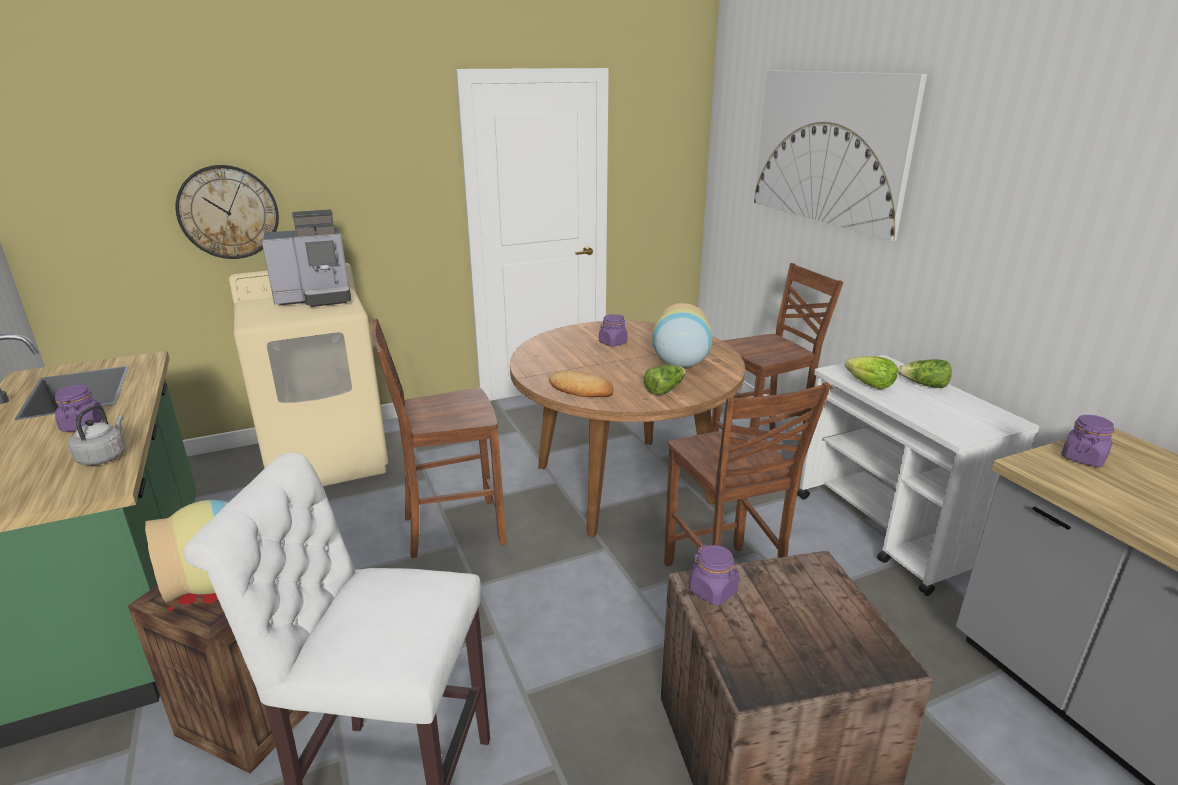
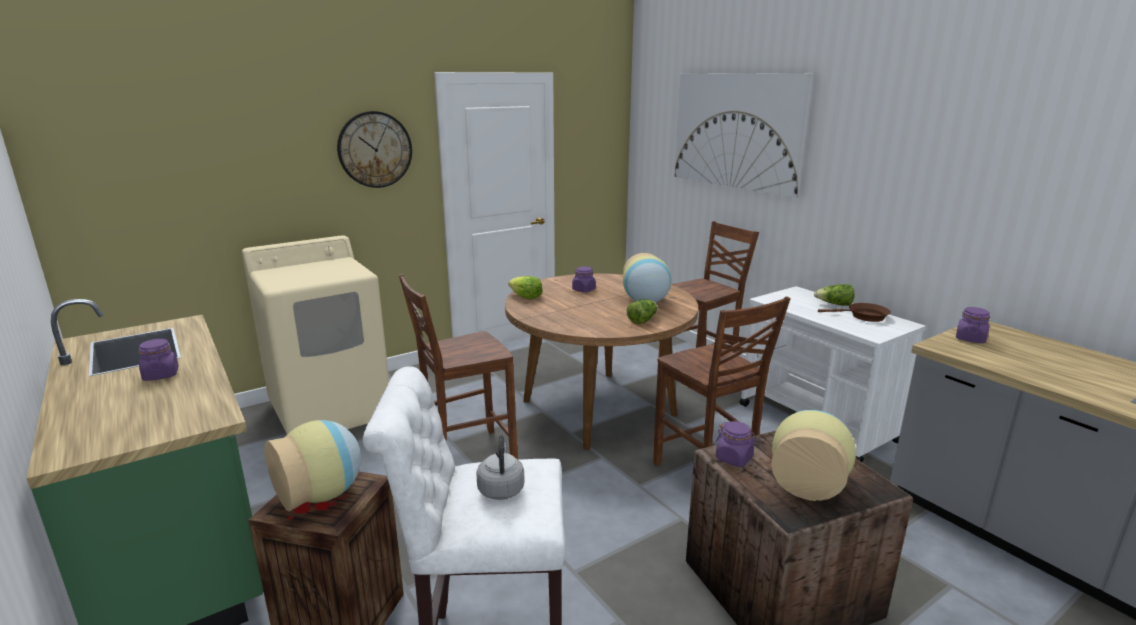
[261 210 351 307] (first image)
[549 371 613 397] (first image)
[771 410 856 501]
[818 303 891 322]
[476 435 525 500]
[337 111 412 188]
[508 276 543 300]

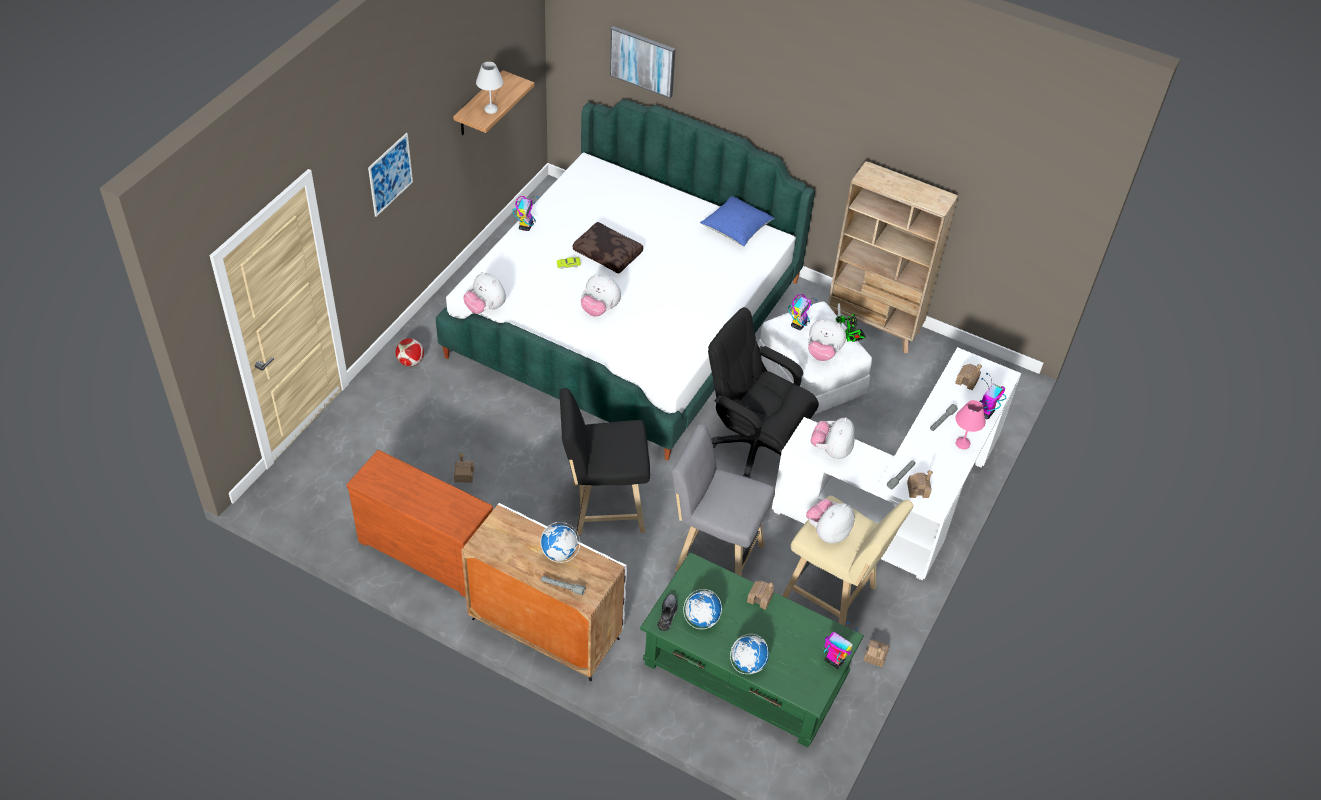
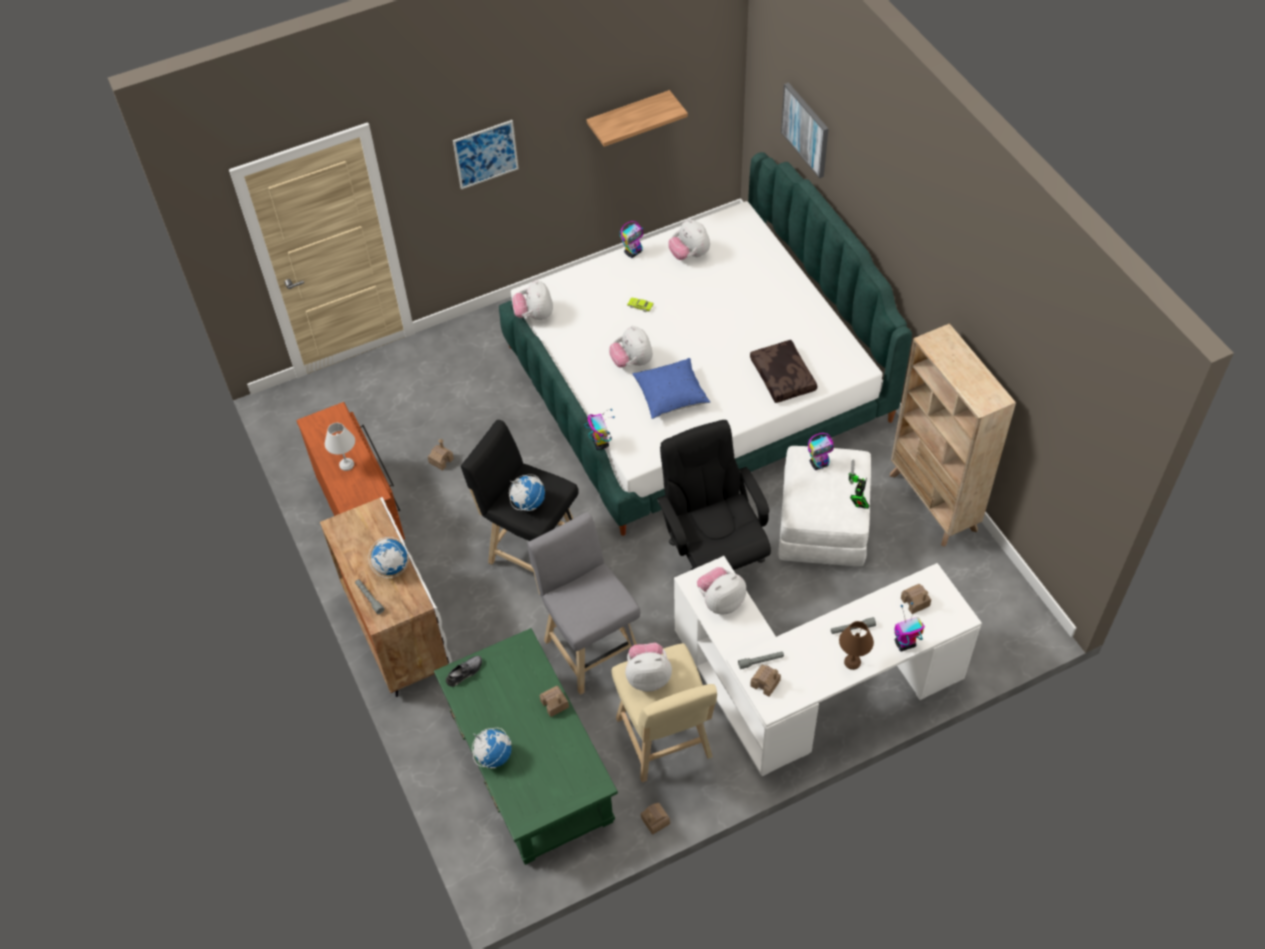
[396 338 424 367] (first image)
[325 423 355 471]
[750 340 817 403]
[509 474 545 511]
[632 358 710 419]
[669 219 710 260]
[584 409 615 450]
[839 621 874 670]

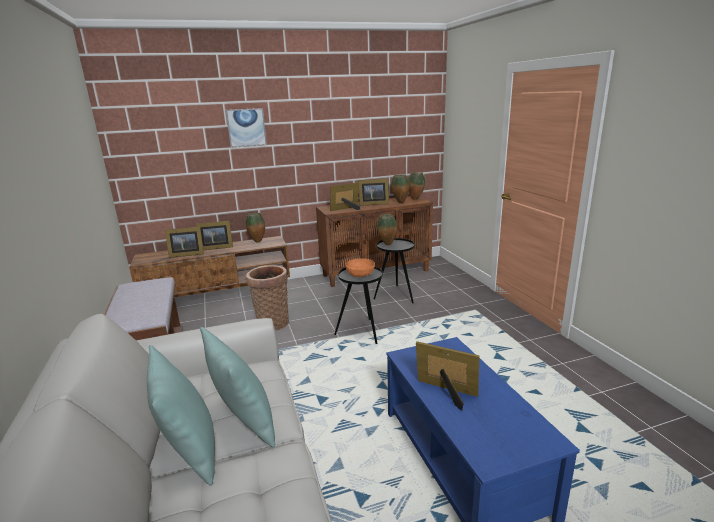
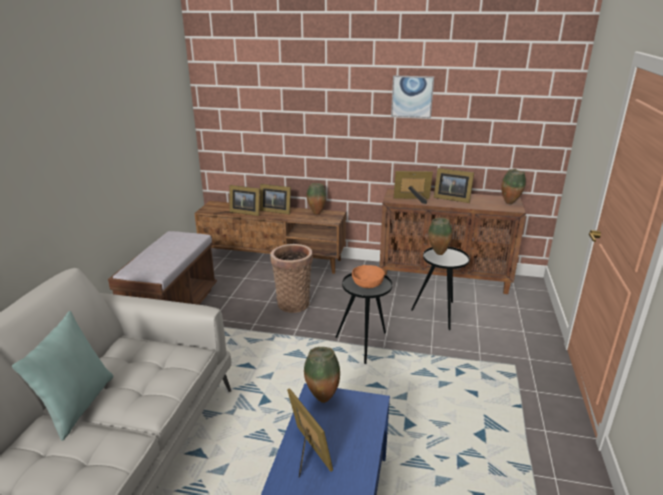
[200 327 275 448] (first image)
[391 75 434 119]
[304 347 340 403]

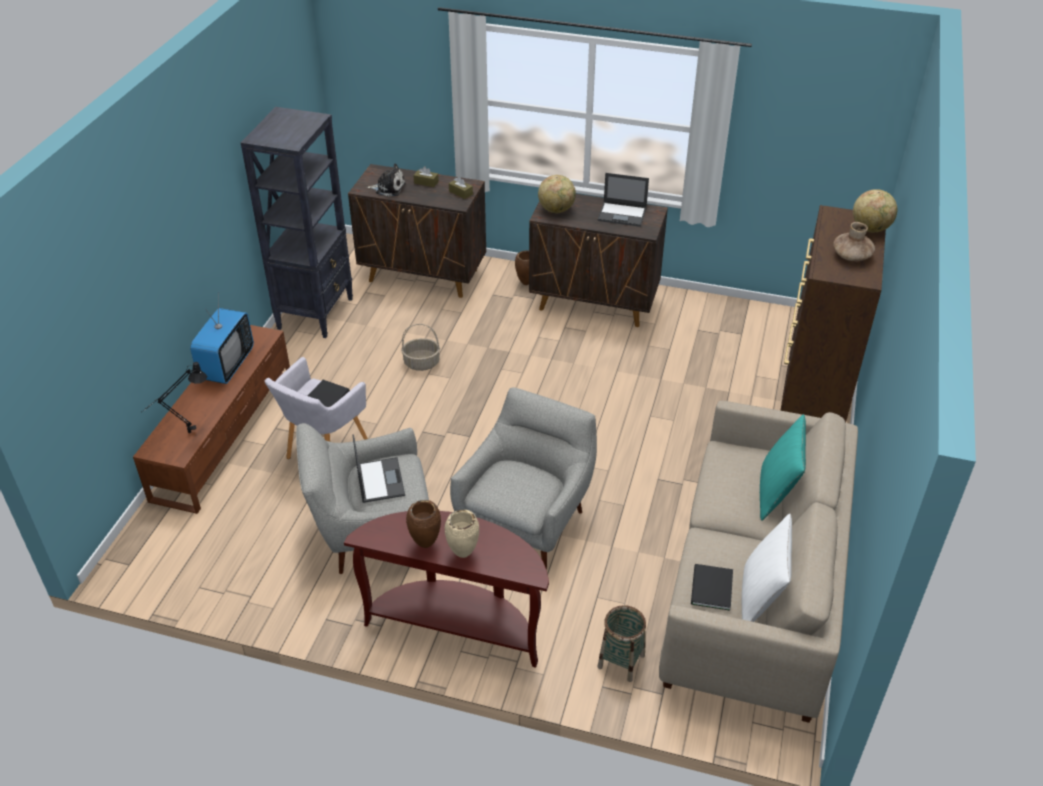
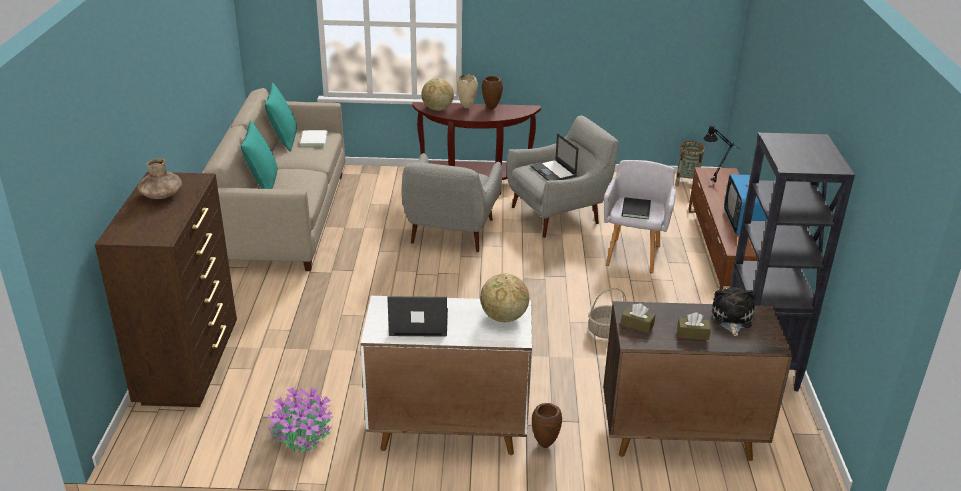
[267 387 334 453]
[675 141 705 186]
[421 78 454 111]
[361 296 532 455]
[300 130 328 146]
[264 82 297 152]
[712 287 755 336]

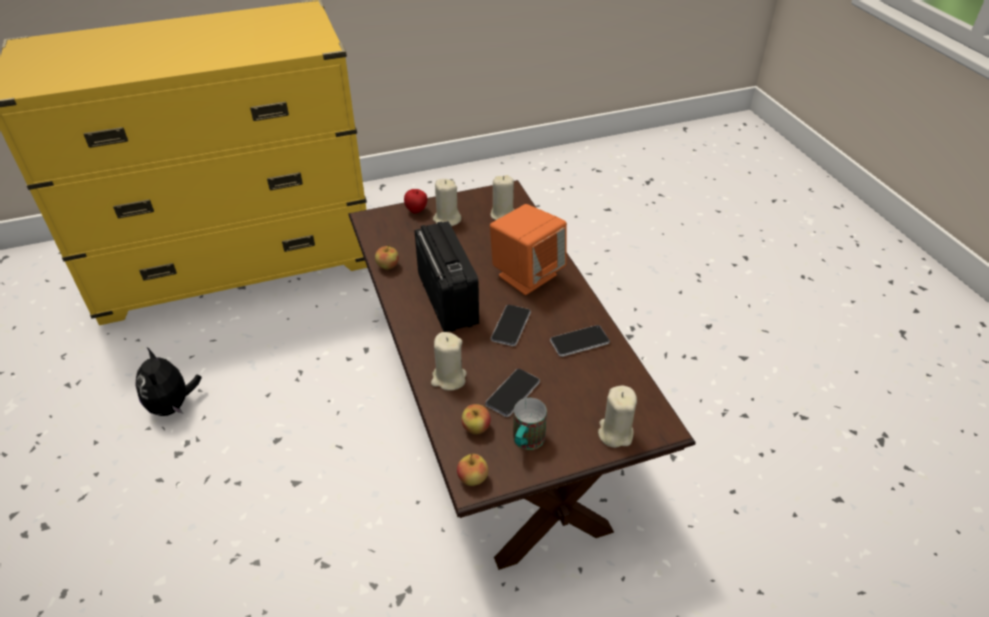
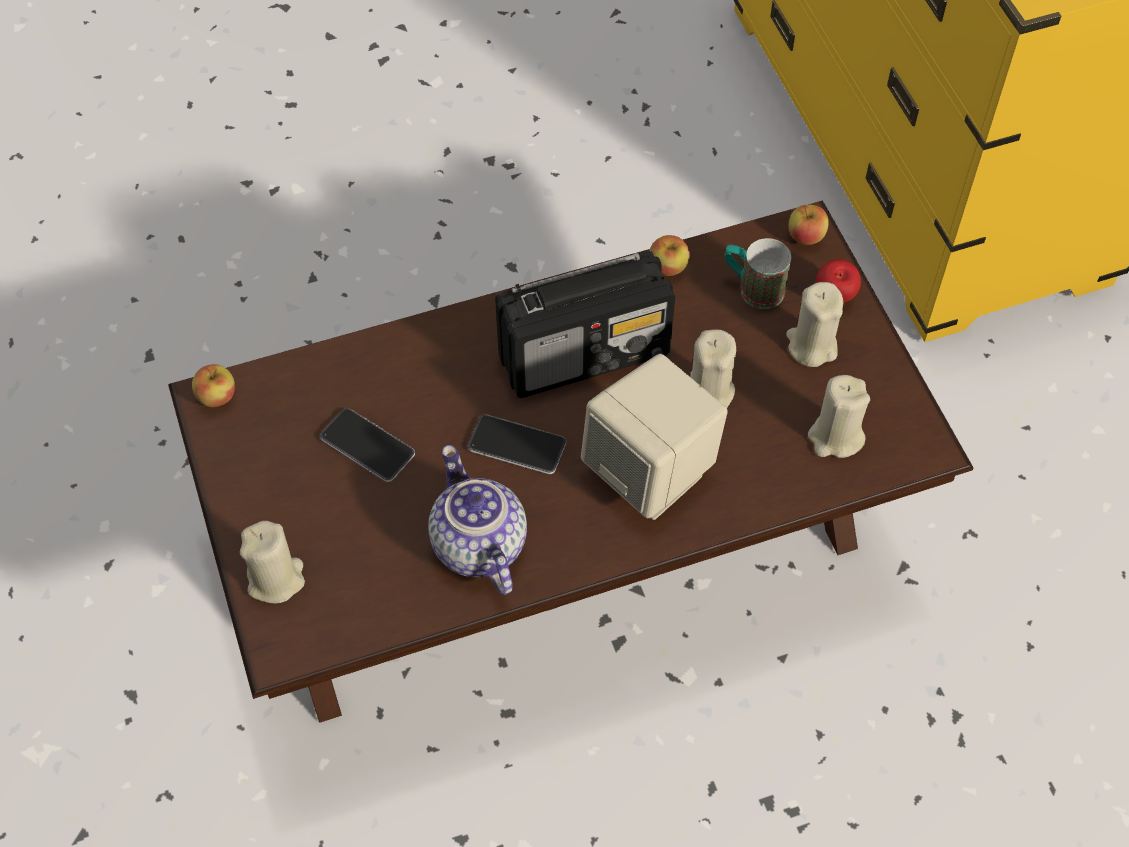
[135 347 202 416] (first image)
[690 329 736 408]
[789 205 829 245]
[725 238 791 309]
[428 445 527 595]
[581 354 728 520]

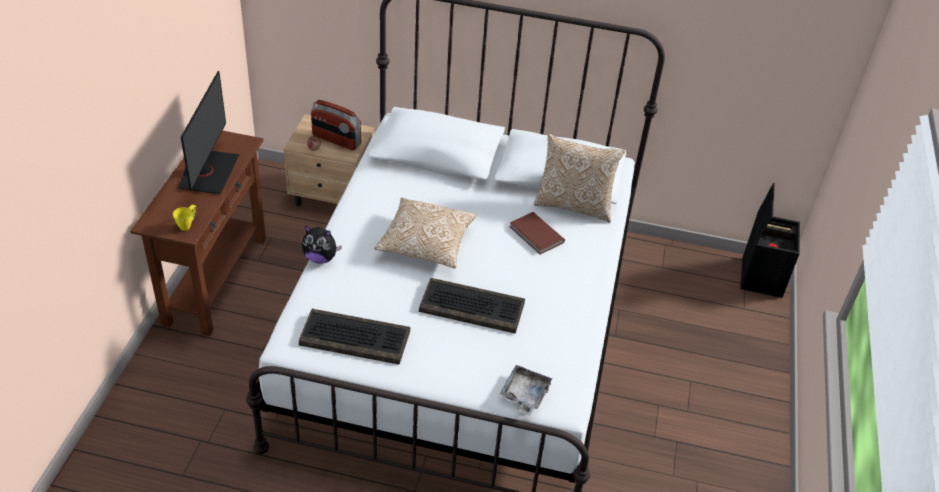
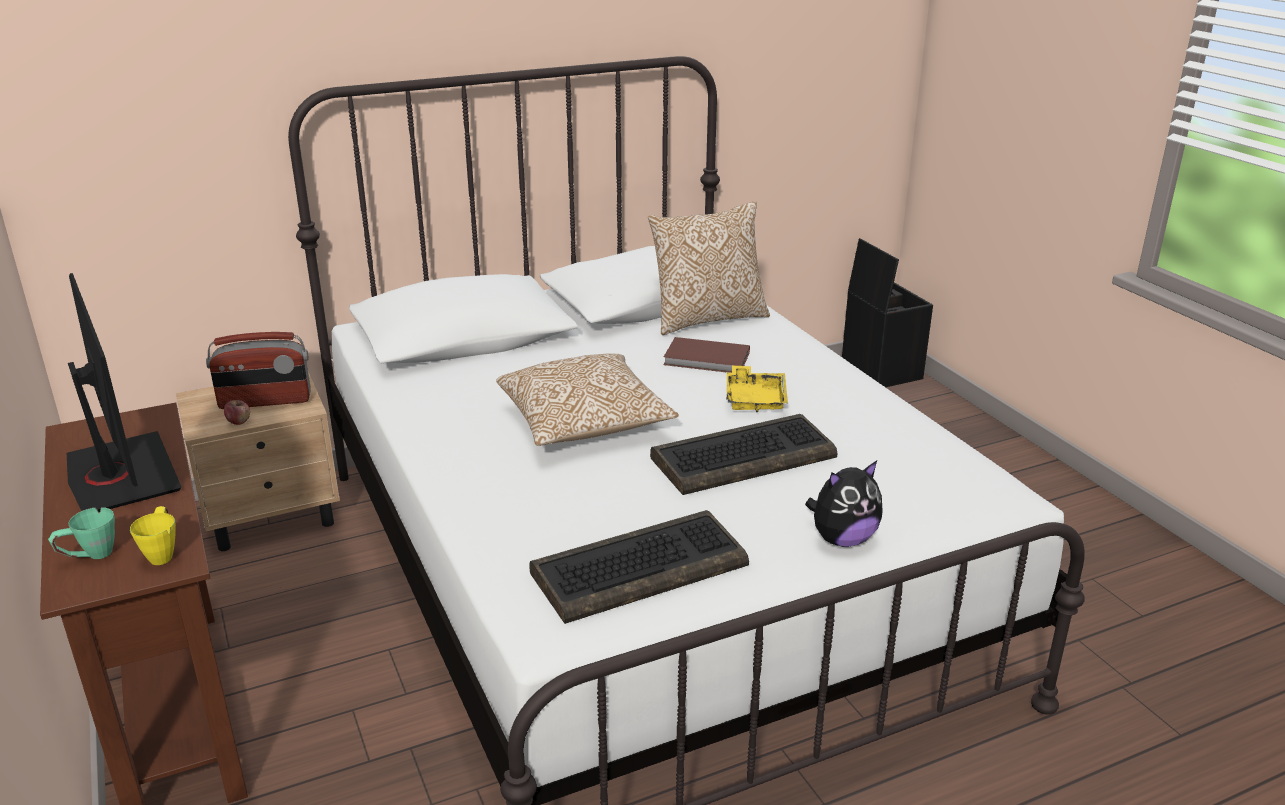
[500 365 552 416] (first image)
[48 507 115 559]
[726 365 788 412]
[805 461 883 547]

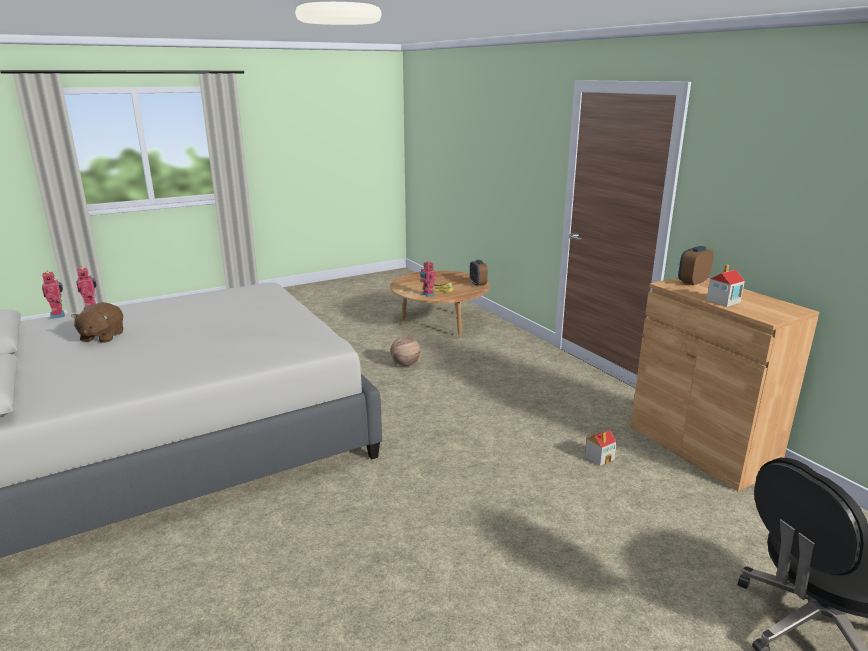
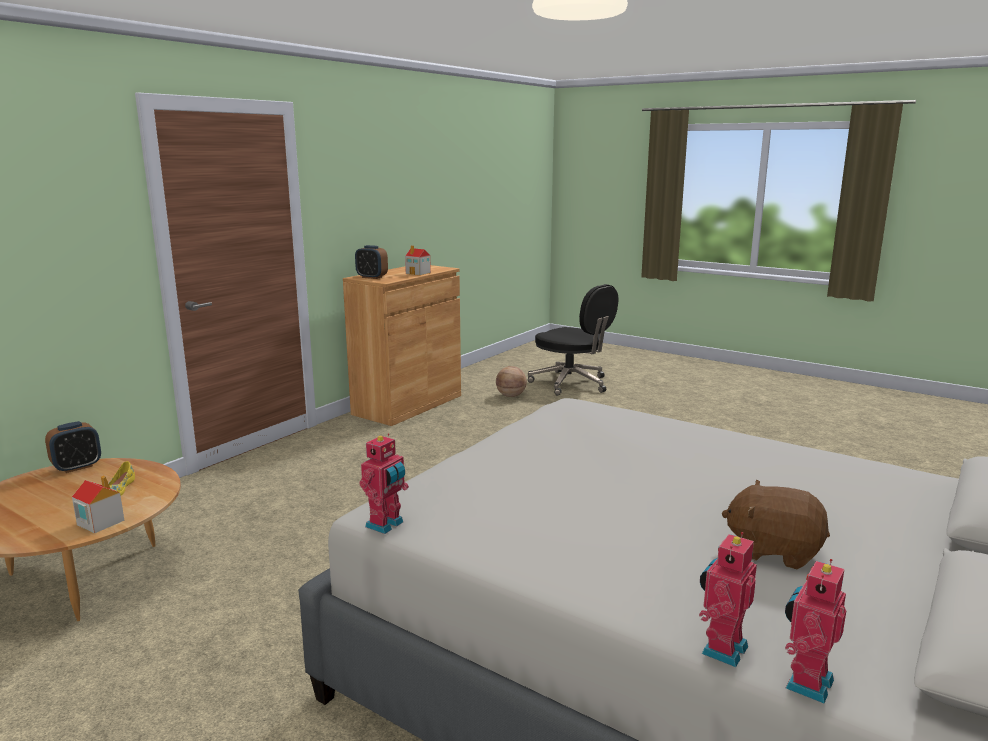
[496 366 527 397]
[359 434 409 534]
[72 476 125 533]
[722 480 830 569]

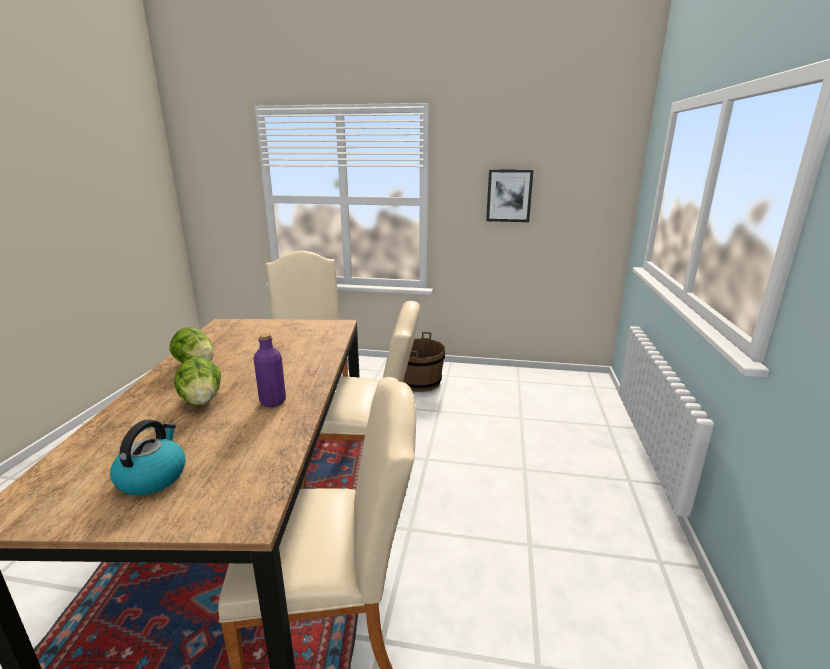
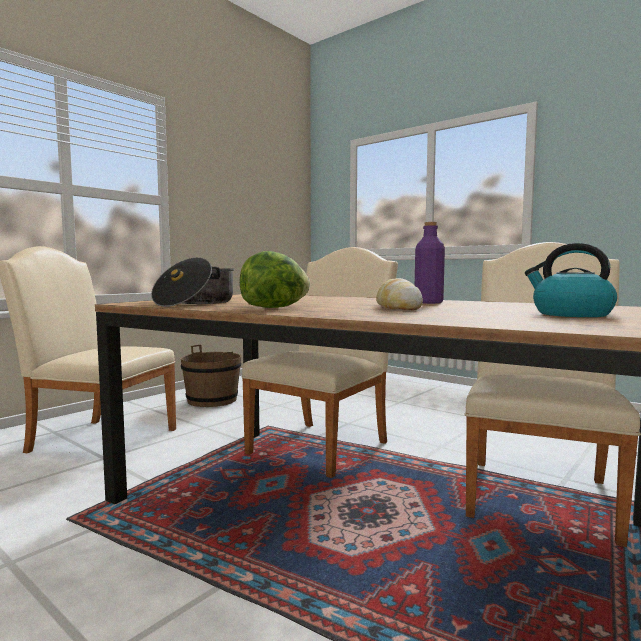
[486 169 534 222] (first image)
[151 257 234 307]
[376 278 423 310]

